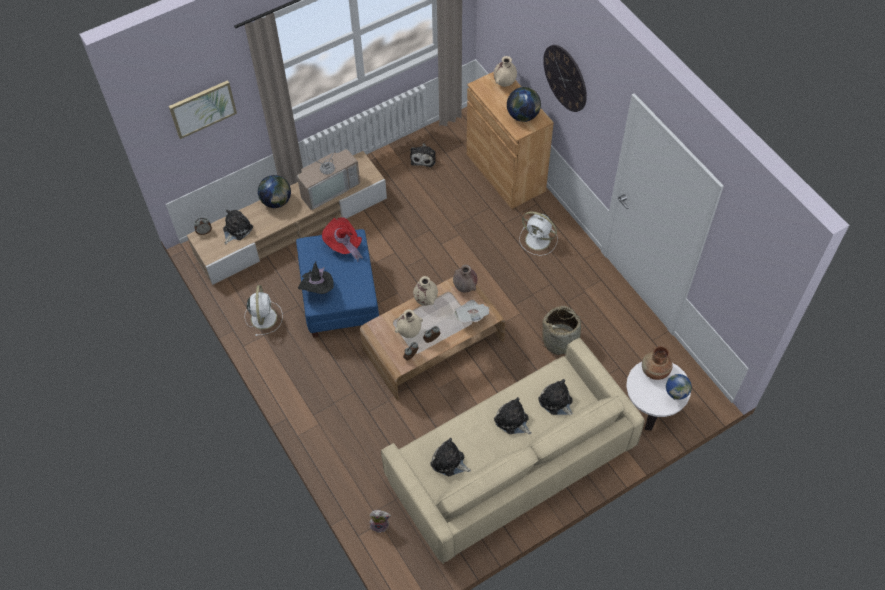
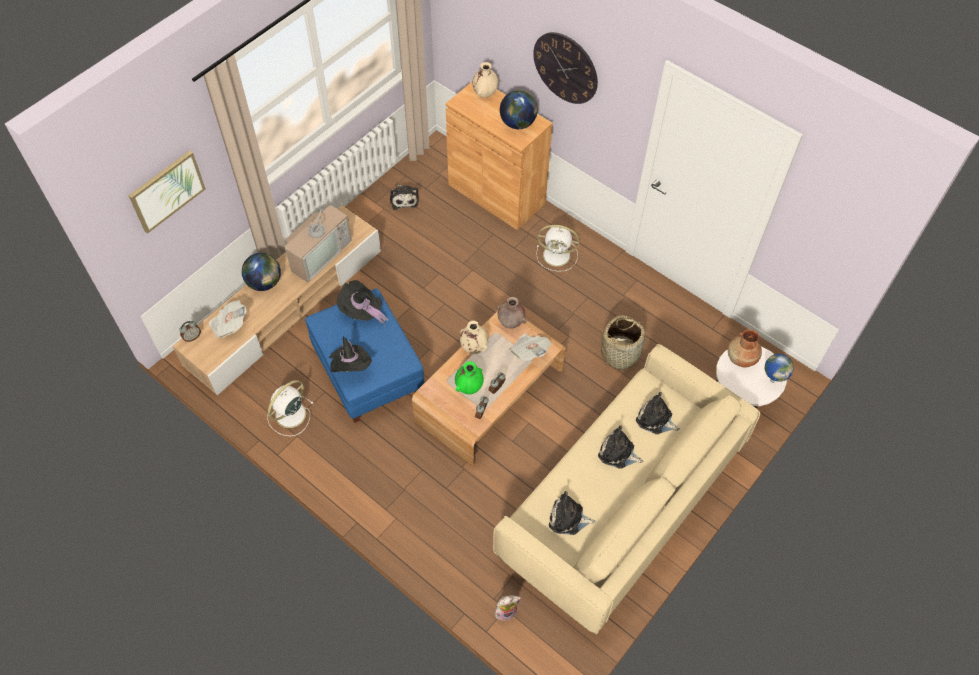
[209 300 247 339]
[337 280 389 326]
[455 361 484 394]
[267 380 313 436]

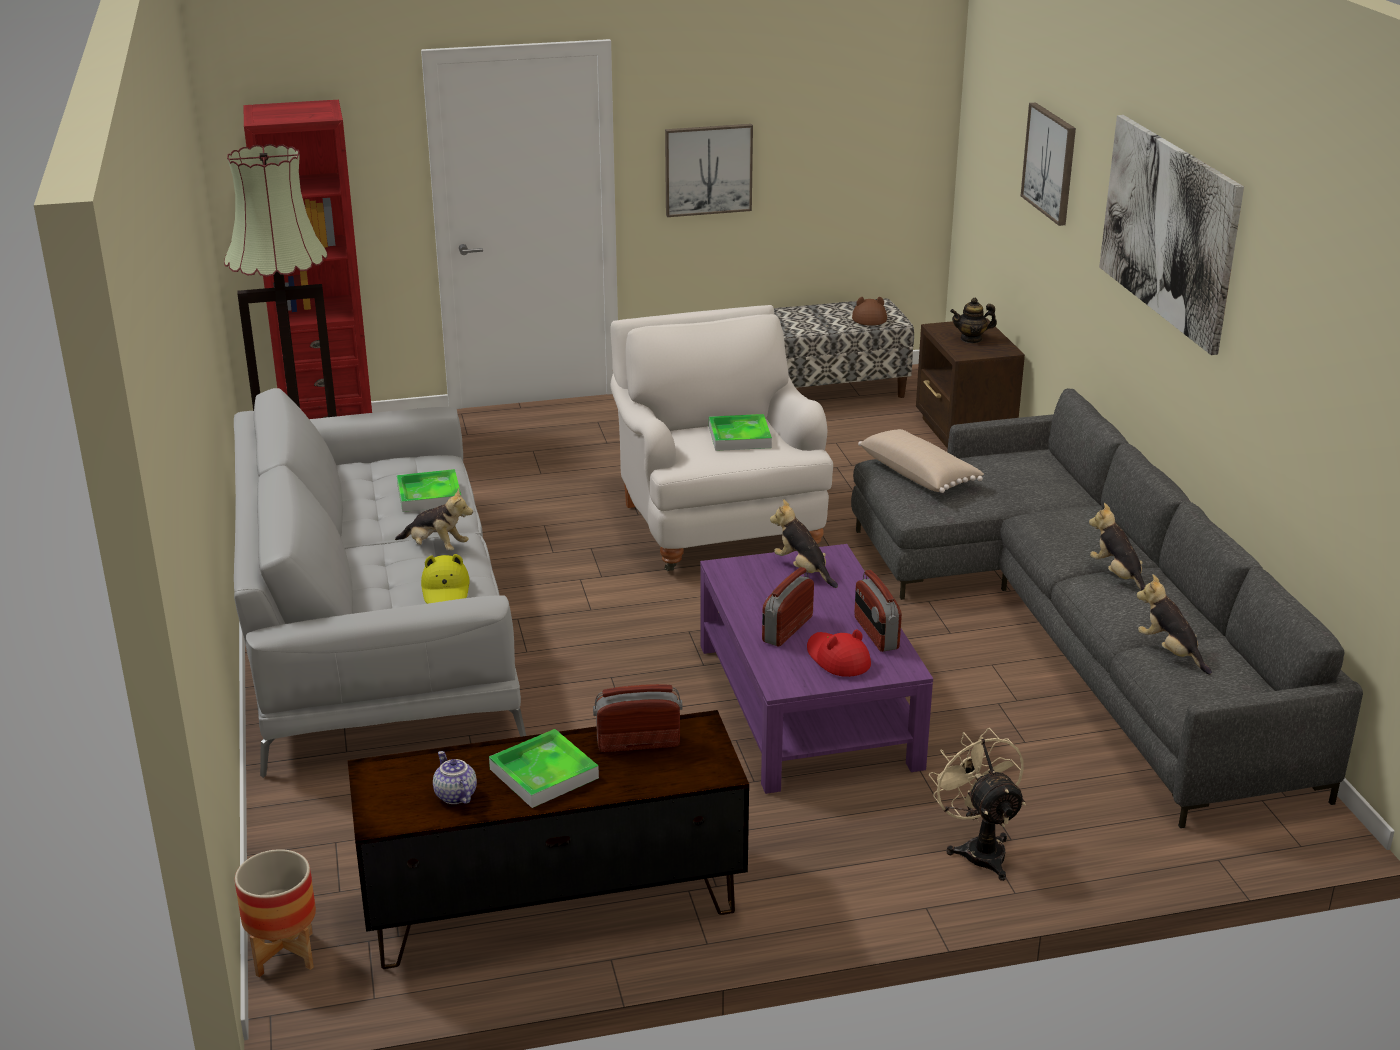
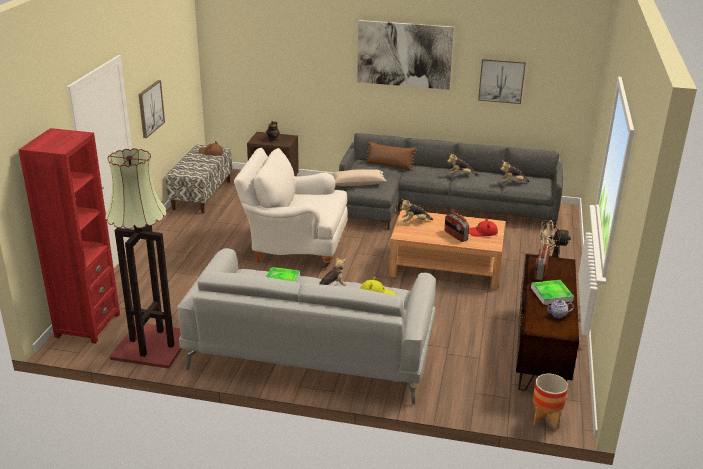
[709 414 772 451] (first image)
[854 570 902 652] (first image)
[365 141 417 171]
[478 59 526 104]
[389 210 505 290]

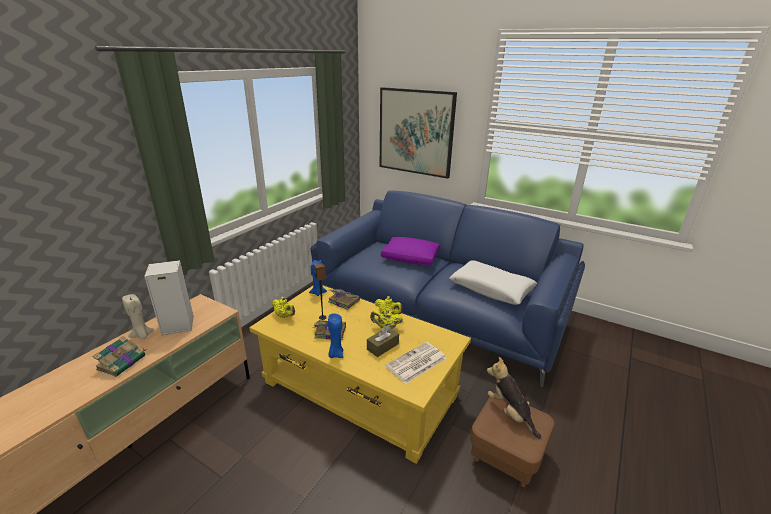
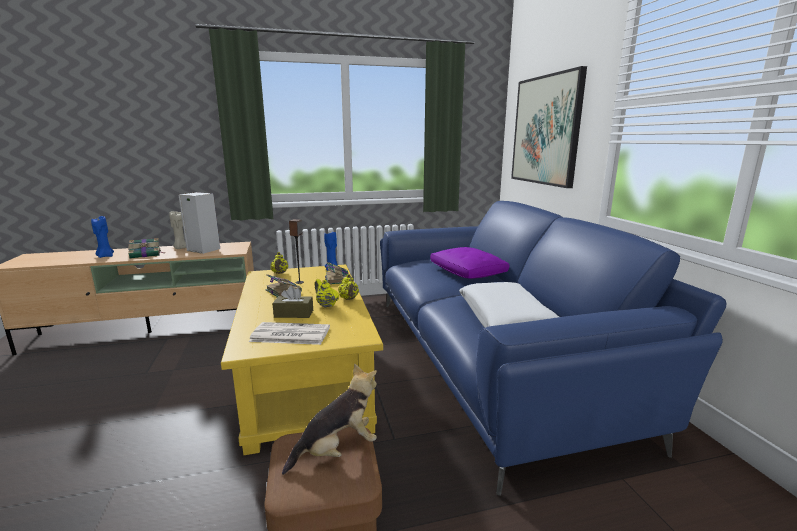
[91 216 114 258]
[282 363 377 475]

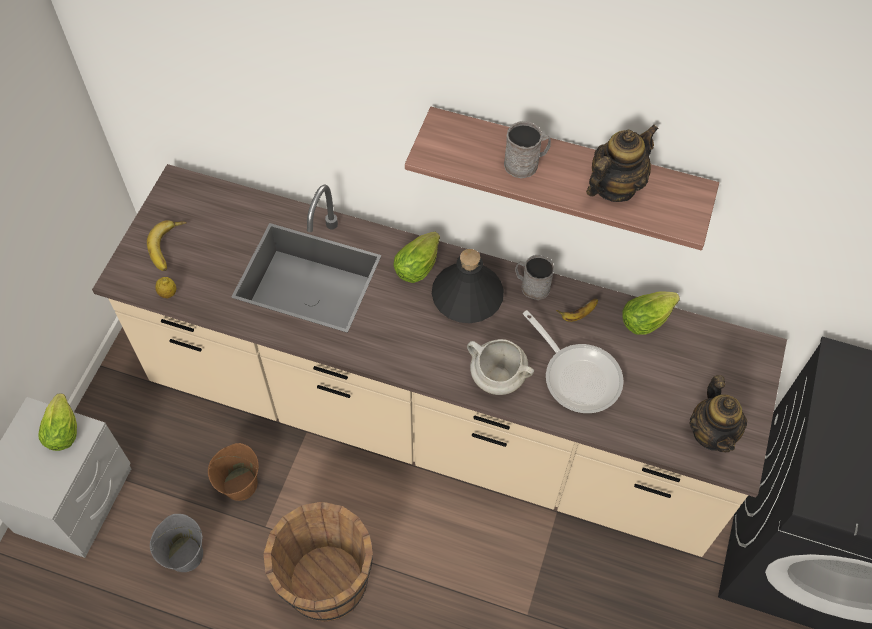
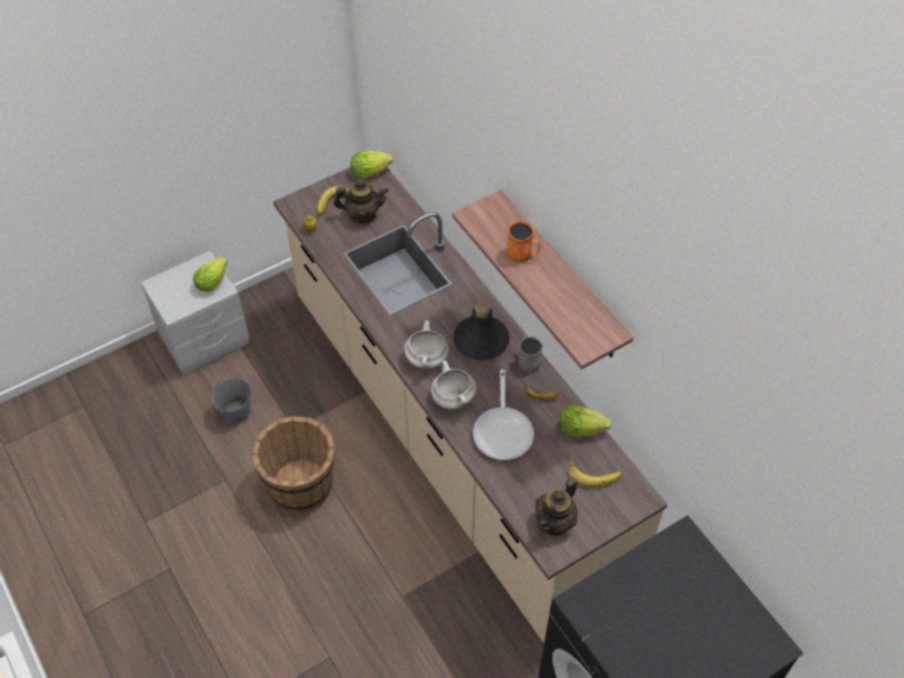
[208 443 259 501] (first image)
[404 320 449 369]
[568 456 622 488]
[351 151 393 178]
[334 179 389 224]
[507 221 541 263]

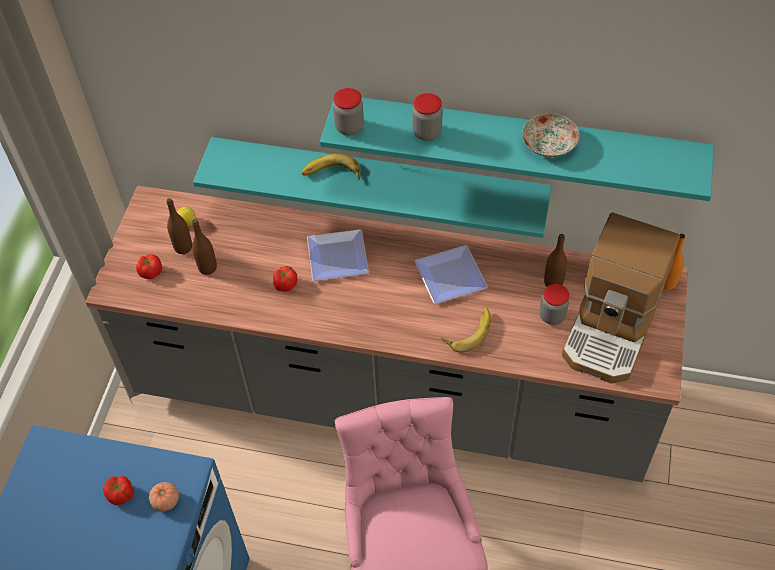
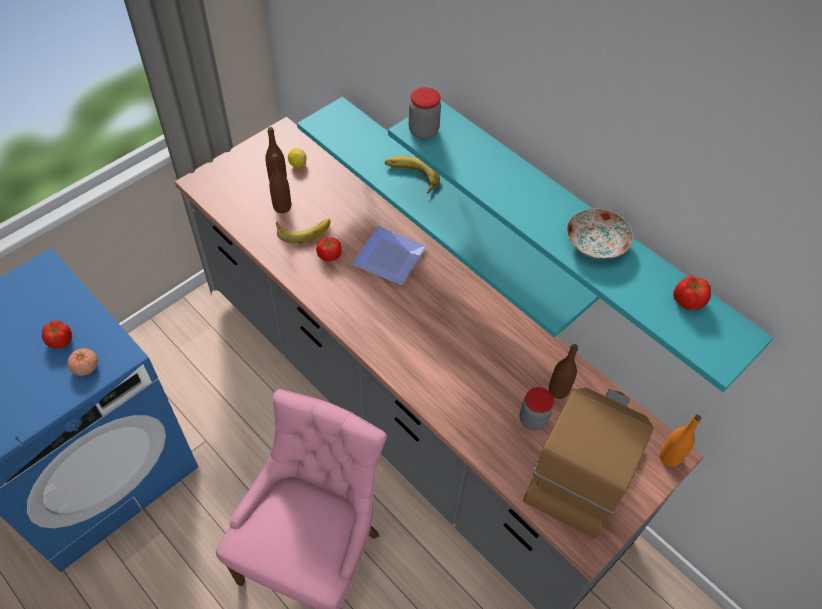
[412 93 443 141] (first image)
[415 245 488 304] (first image)
[673 275 711 310]
[276 219 331 244]
[523 388 653 539]

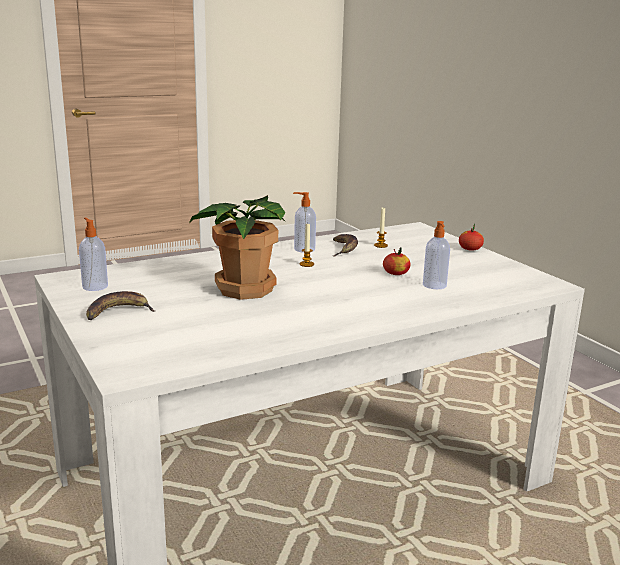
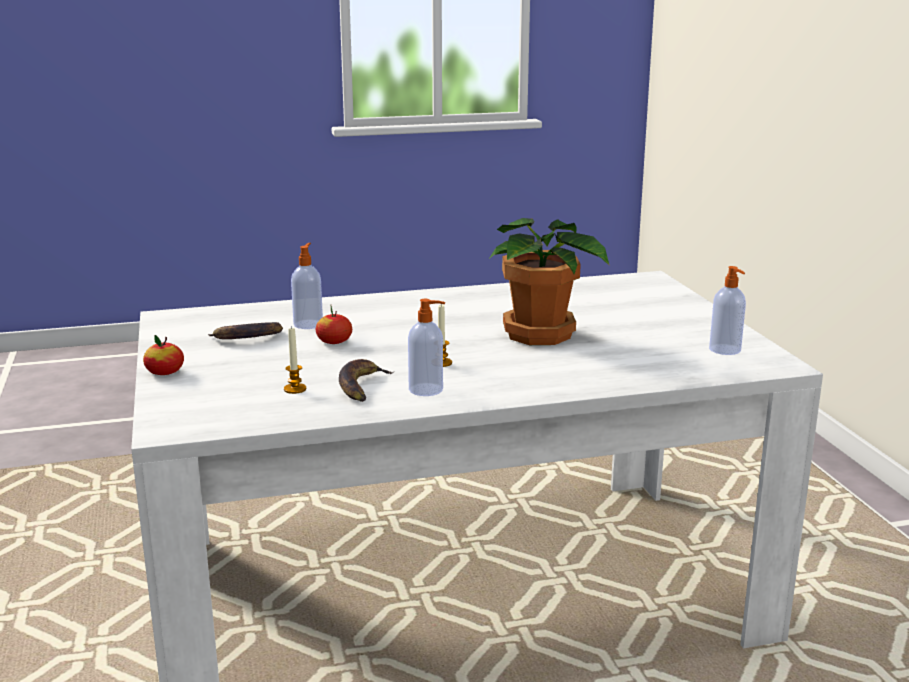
[208 322 283 339]

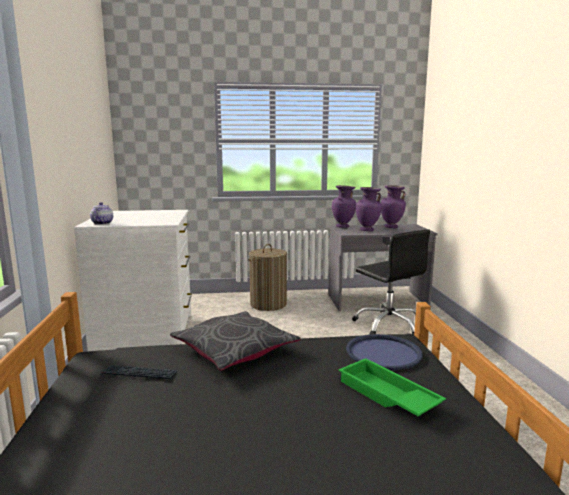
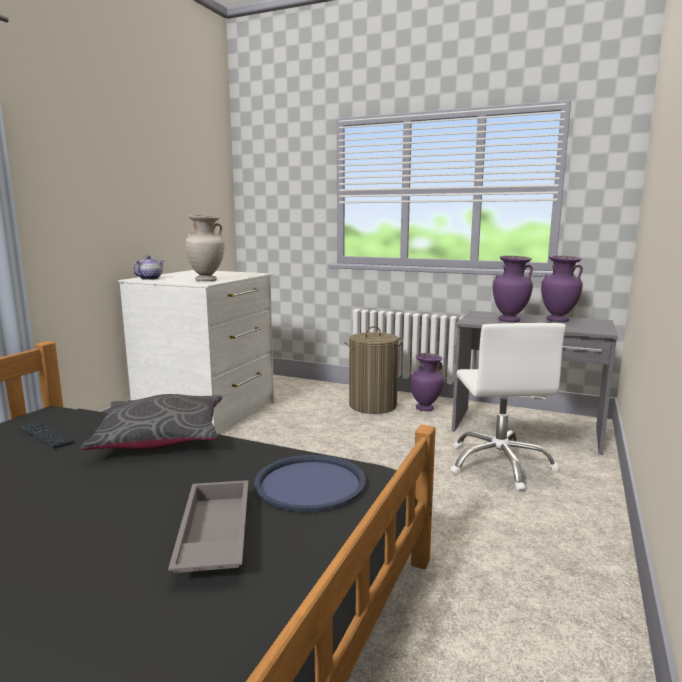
[185 215 224 281]
[410 353 444 411]
[168 480 248 573]
[450 323 566 491]

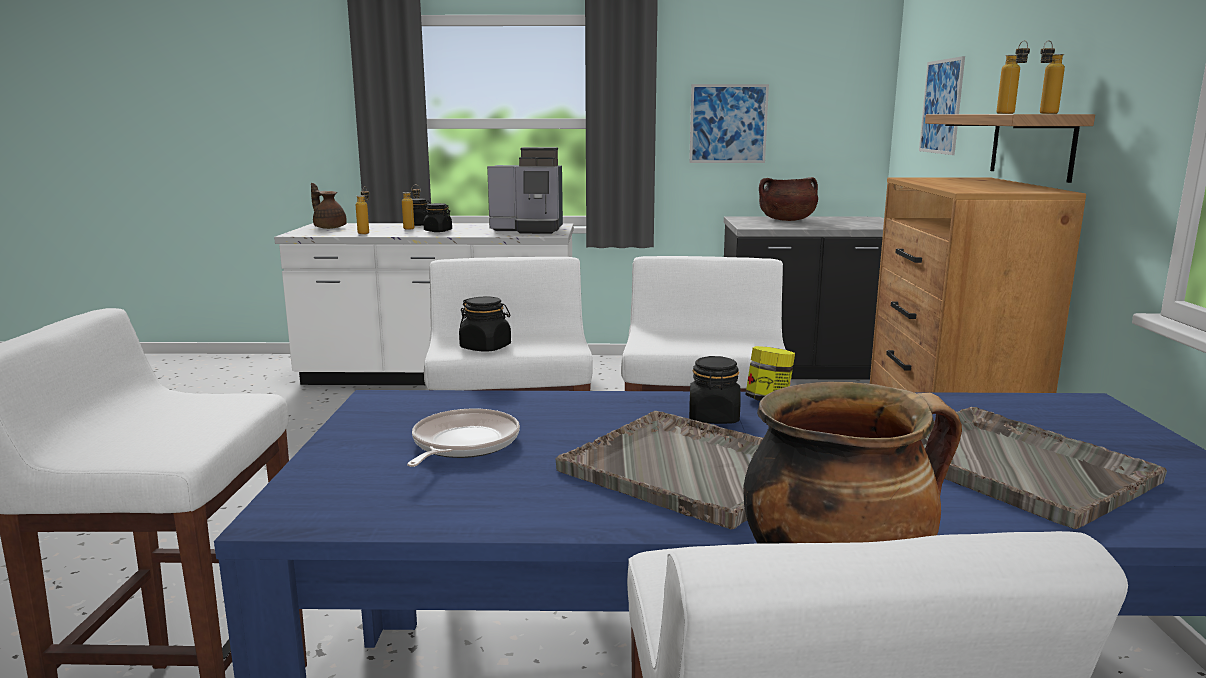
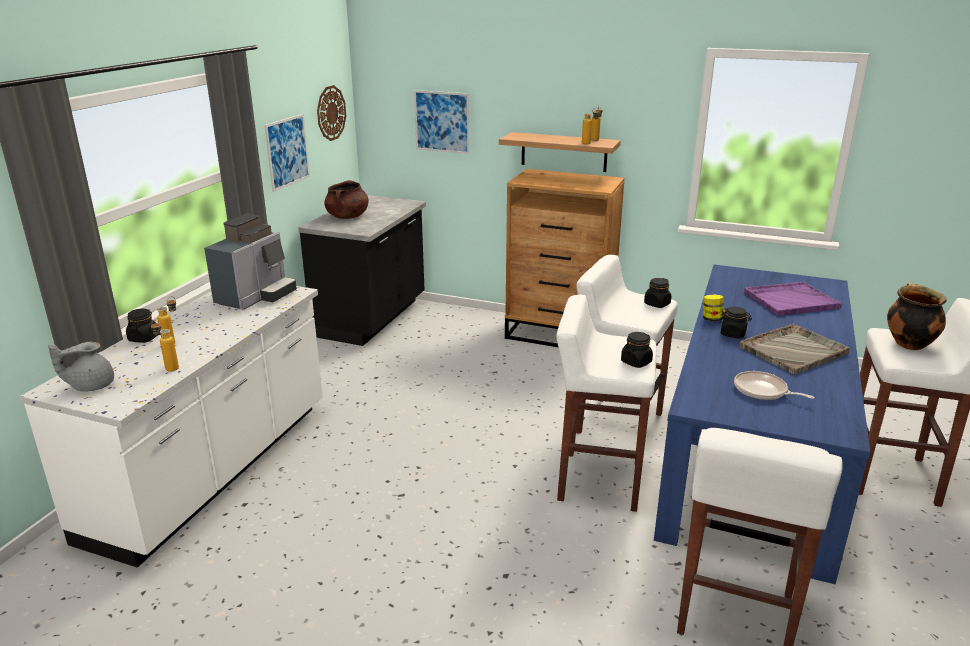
[317 85 346 141]
[644 278 671 308]
[48 342 114 392]
[744 282 842 316]

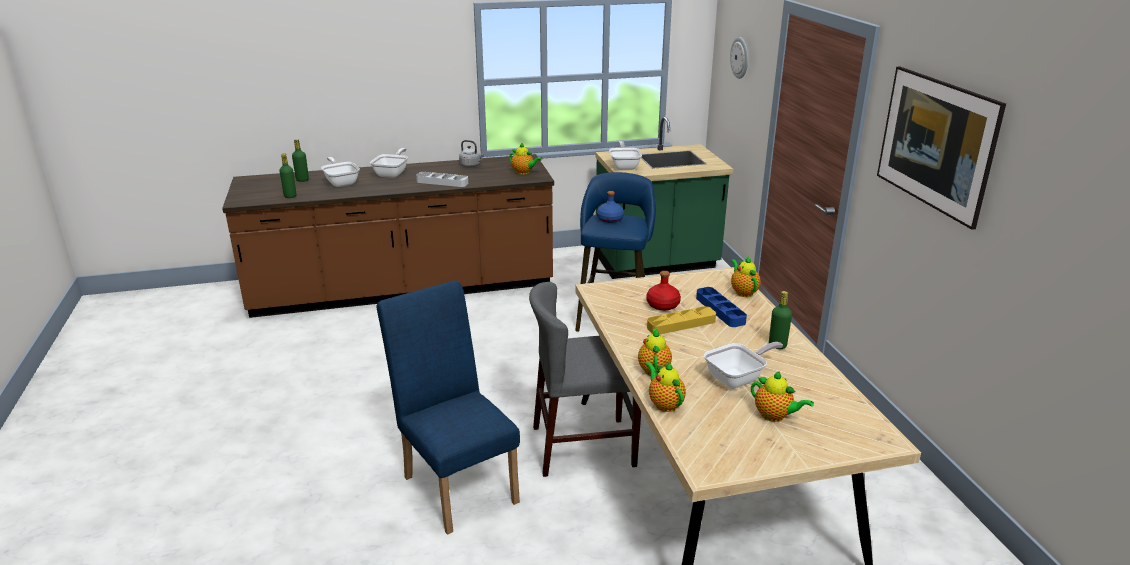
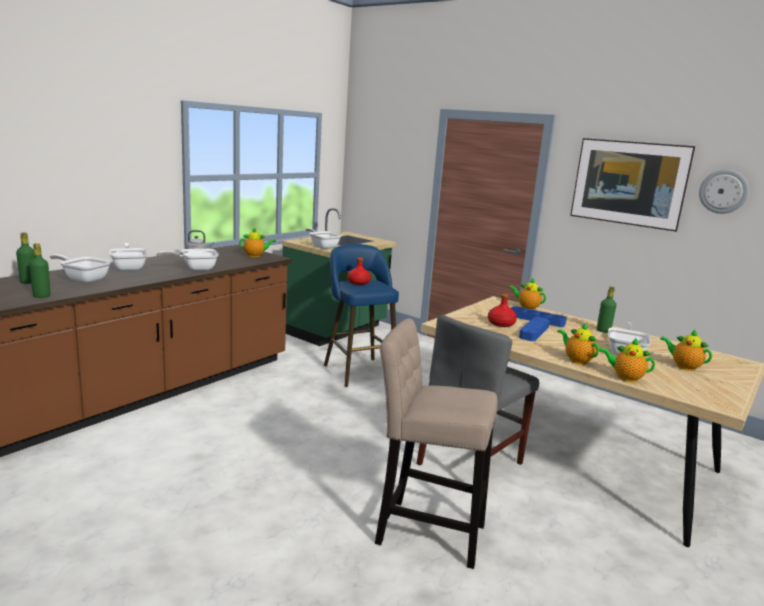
[699 169 749 214]
[375 318 497 569]
[156 249 219 271]
[347 257 371 285]
[519 317 550 341]
[660 329 712 371]

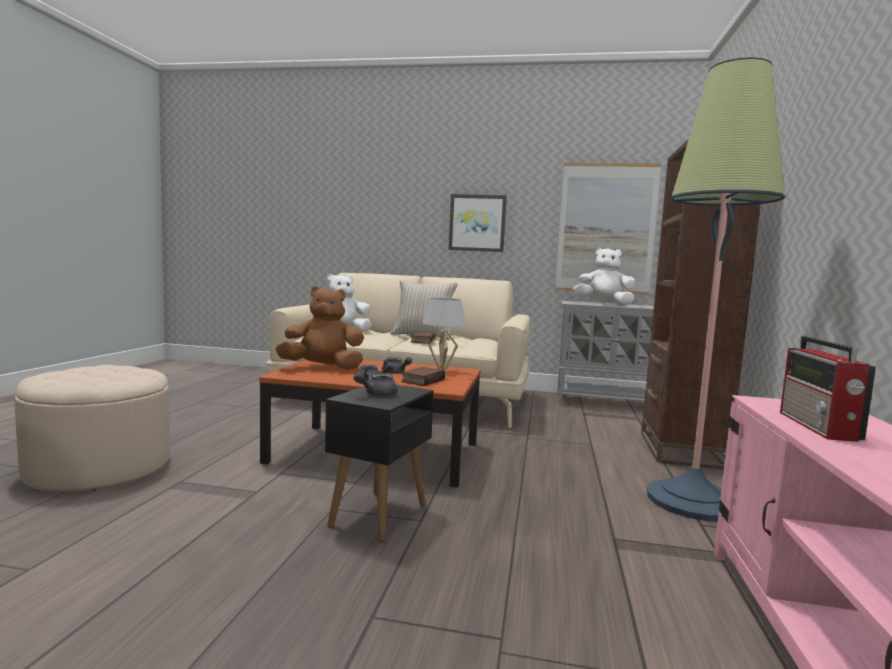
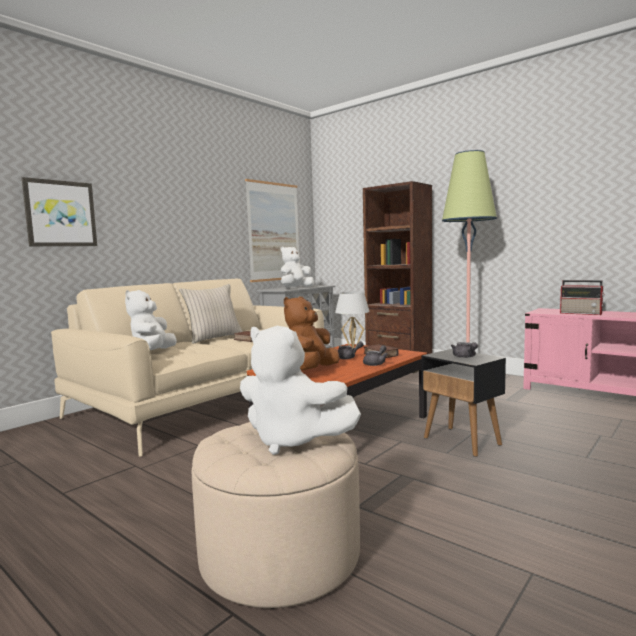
[240 326 361 455]
[22 177 97 246]

